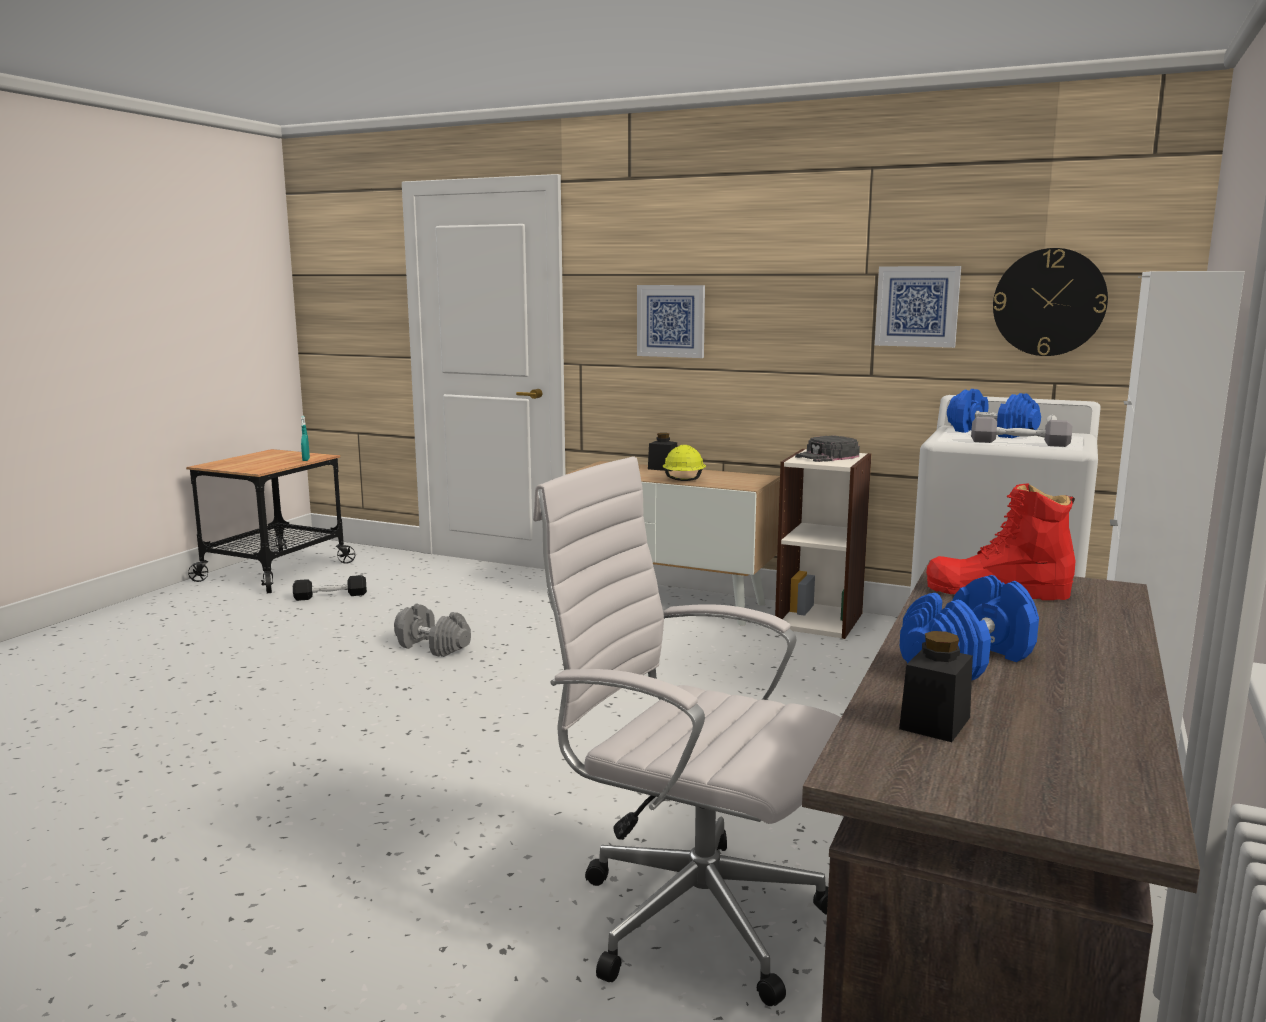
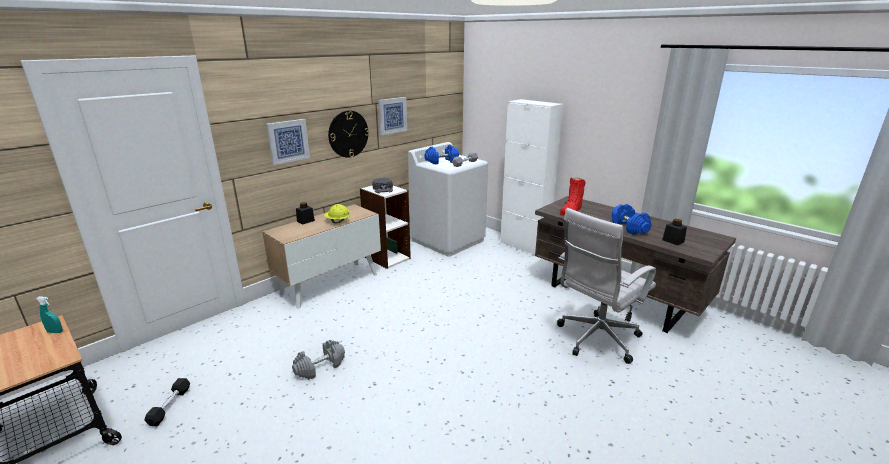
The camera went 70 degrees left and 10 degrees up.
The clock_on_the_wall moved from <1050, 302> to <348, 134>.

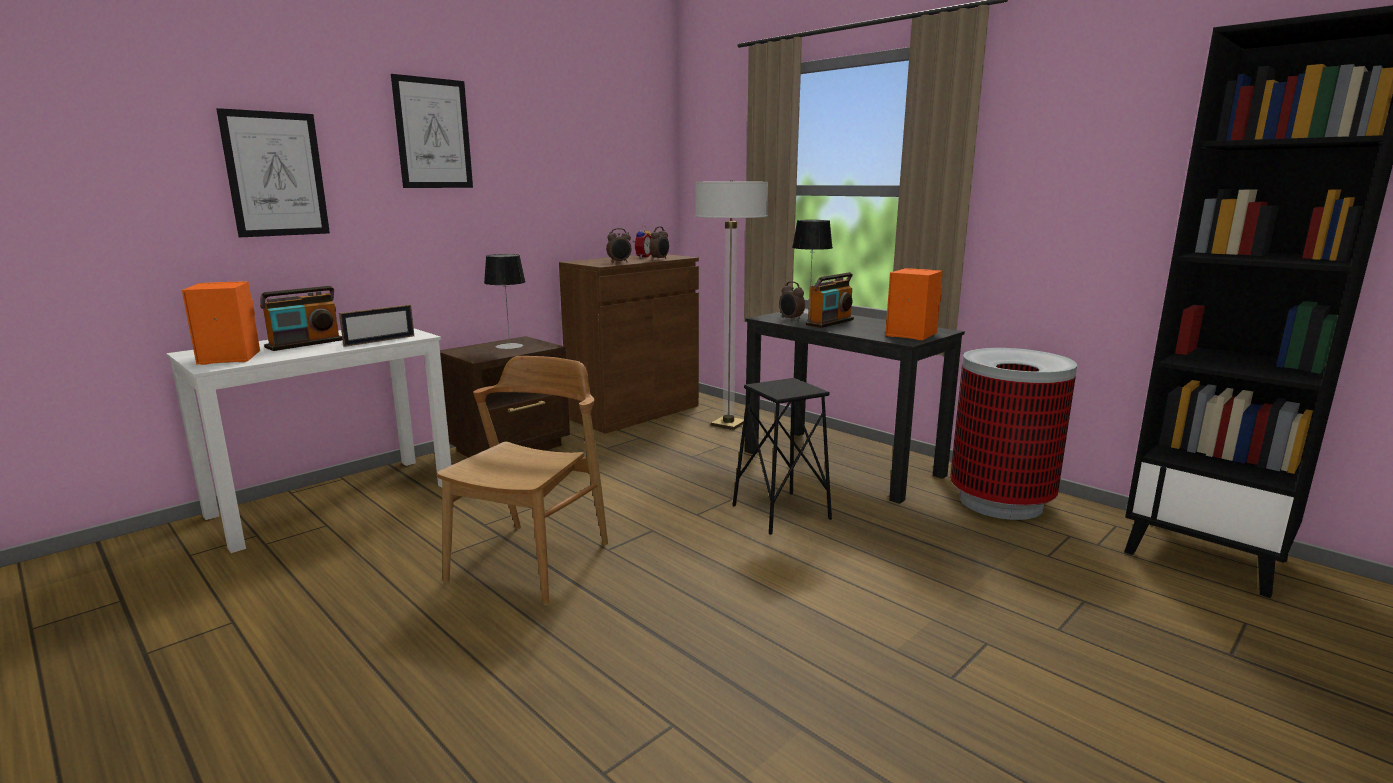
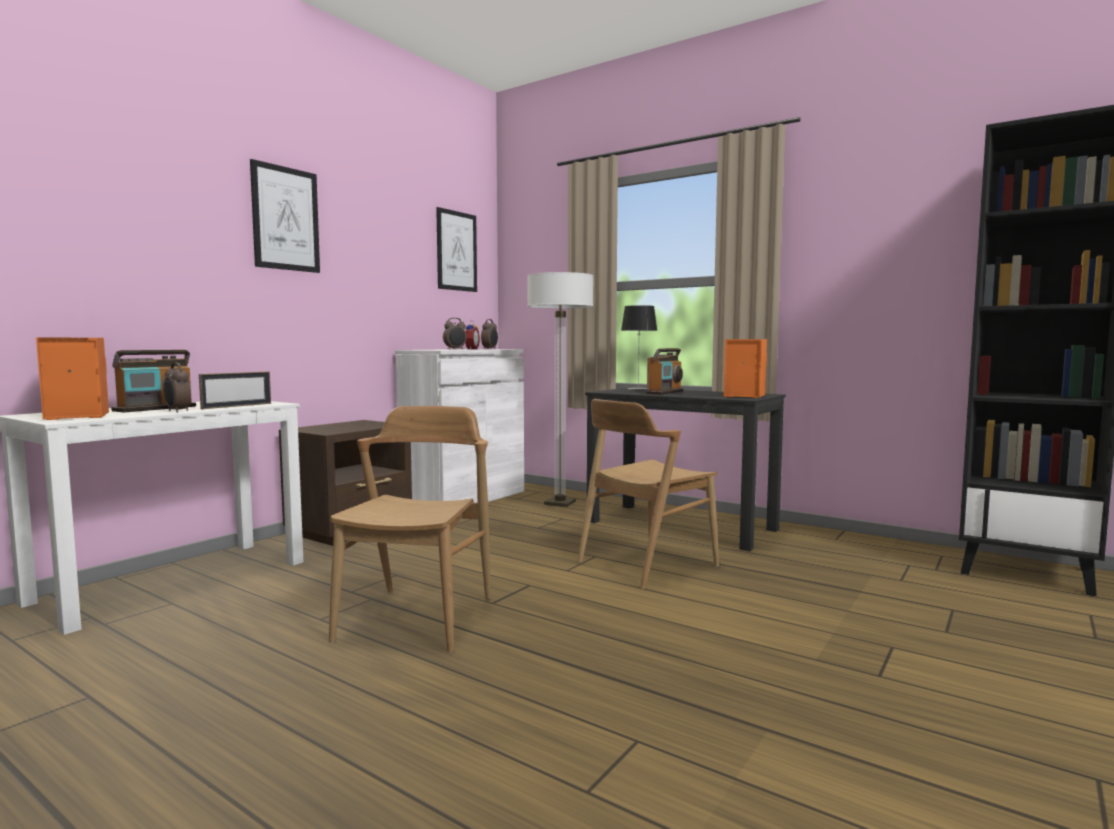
The camera went 10 degrees left and 10 degrees down.
The picture moved from <273, 172> to <456, 249>.
The lamp_for_a_table at <505, 301> disappeared.
The brownish_cabinet at <629, 344> became the whitish_cabinet at <459, 426>.
The bedside_clock moved from <792, 301> to <177, 388>.
The rubbish_bin at <1013, 434> disappeared.
The black_stool at <782, 456> was replaced by the brownish_upright_chair at <648, 494>.

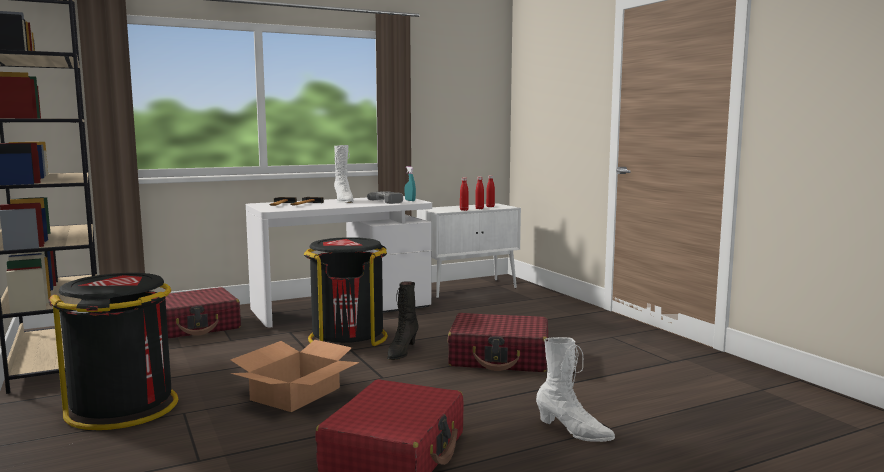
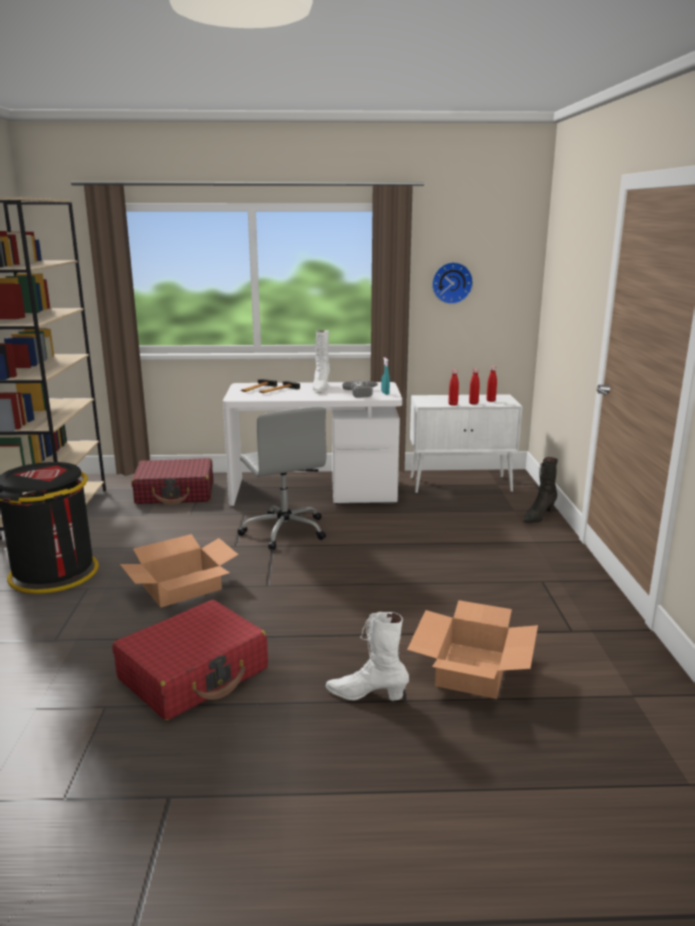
The camera went 25 degrees right and 10 degrees up.
The black_rubbish_bin at <346, 291> was replaced by the grey_desk_chair at <281, 478>.
The black_tall_boot moved from <403, 321> to <540, 490>.
The reddish_piece_of_luggage at <498, 342> disappeared.
The whitish_tall_boot at <575, 389> turned 135 degrees clockwise.
The clock_on_the_wall at <452, 283> appeared.
The carton at <472, 649> appeared.

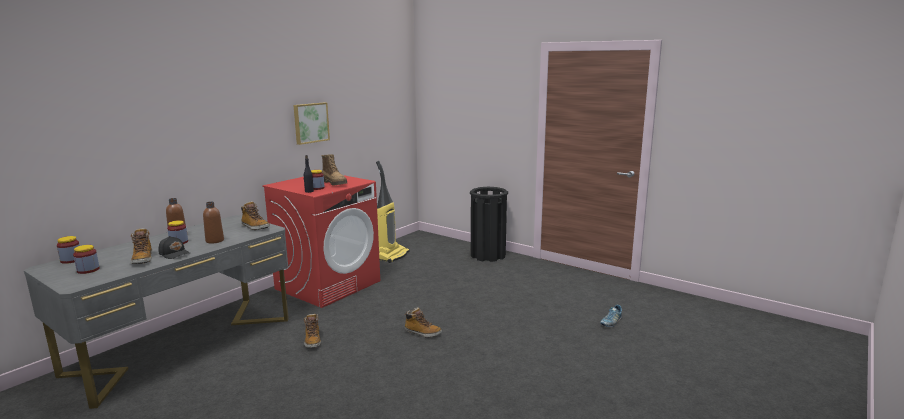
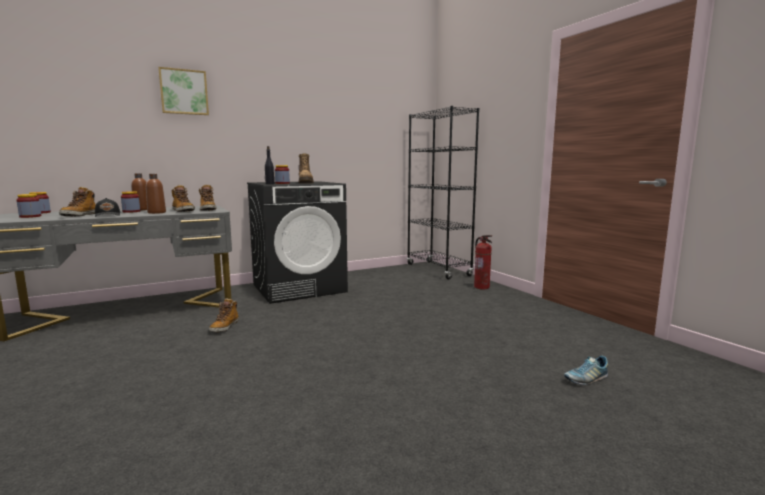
The camera went 25 degrees right and 5 degrees down.
The picture moved from <311, 123> to <183, 91>.
The vacuum at <392, 212> disappeared.
The reddish_washing_machine at <321, 241> became the black_washing_machine at <297, 242>.
The black_rubbish_bin at <489, 224> was replaced by the fire_extinguisher at <483, 262>.
The tall_boot moved from <423, 322> to <183, 198>.
The black_shelving_unit at <443, 192> appeared.

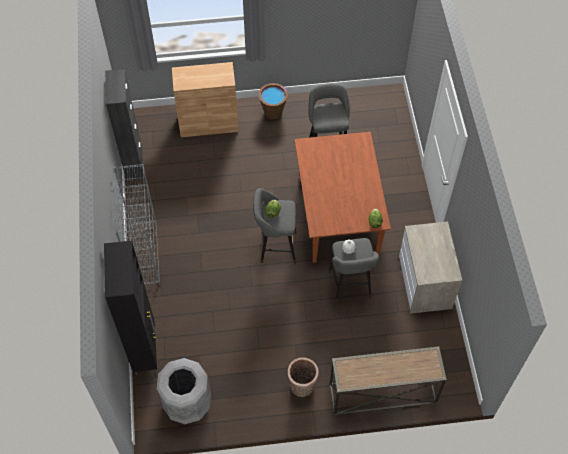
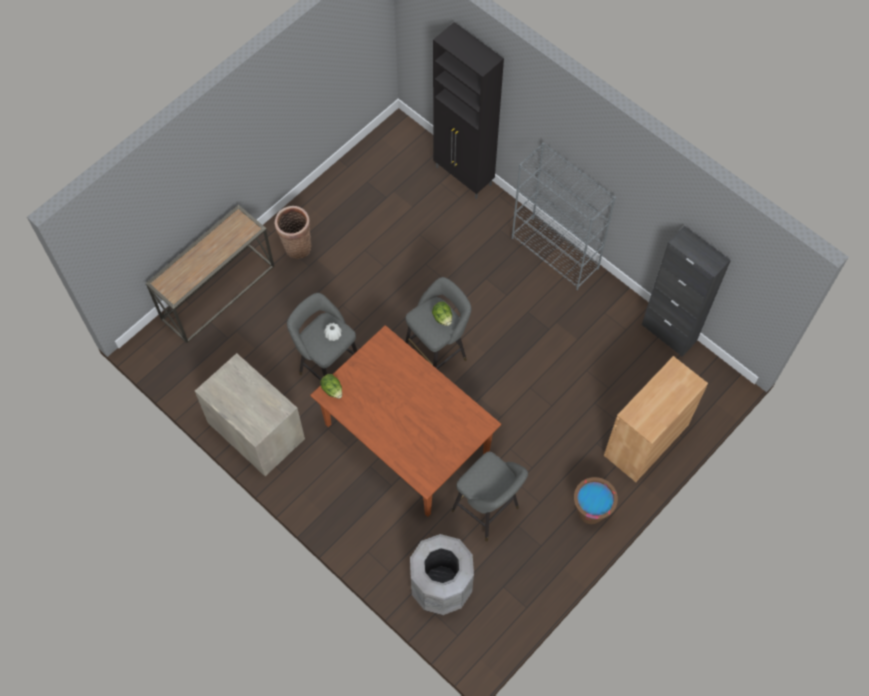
The camera went 140 degrees right and 5 degrees up.
The grey_rubbish_bin moved from <184, 391> to <442, 574>.

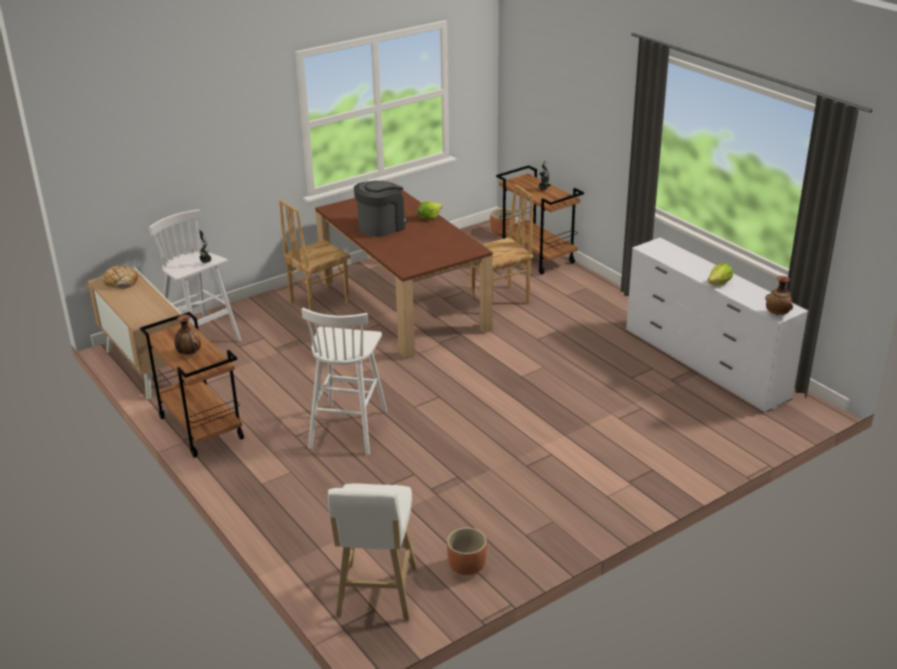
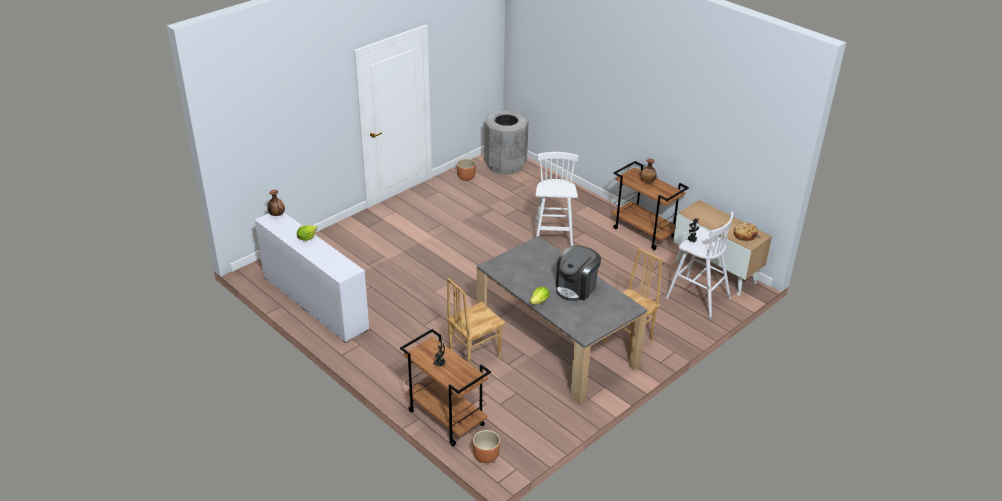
The camera went 170 degrees right and 5 degrees up.
The brownish_dinner_table at <404, 274> became the grey_dinner_table at <562, 320>.
The whitish_stool at <373, 552> was replaced by the grey_rubbish_bin at <506, 143>.

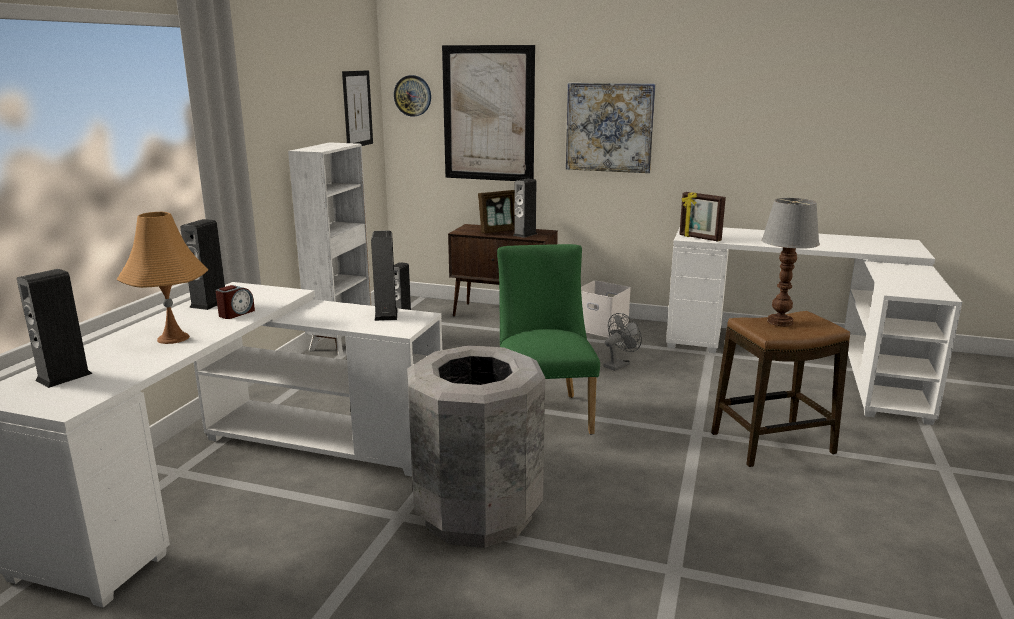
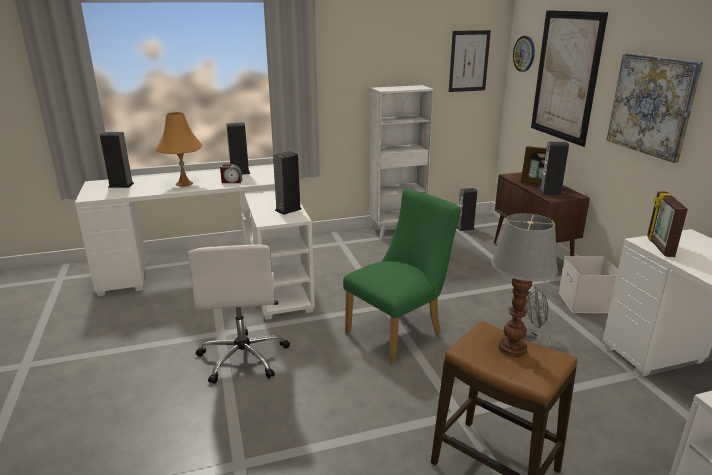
The camera went 55 degrees right and 5 degrees up.
The grey_rubbish_bin at <476, 446> was replaced by the whitish_desk_chair at <238, 314>.

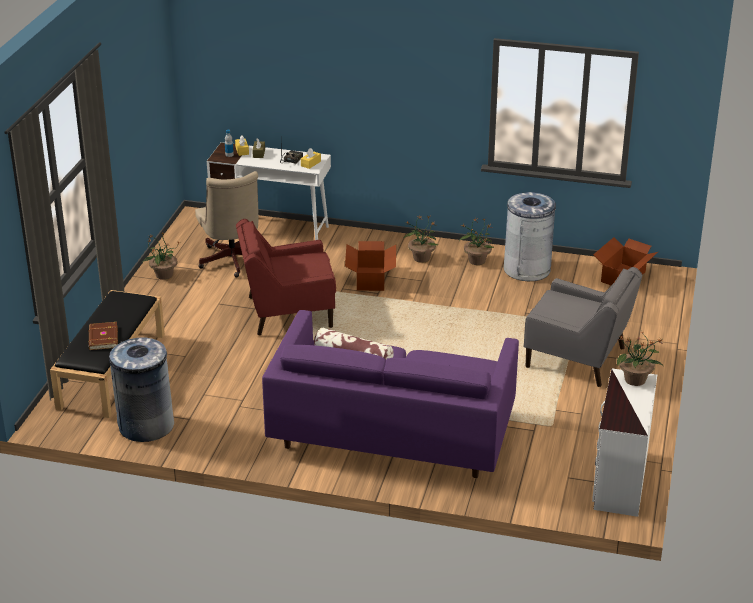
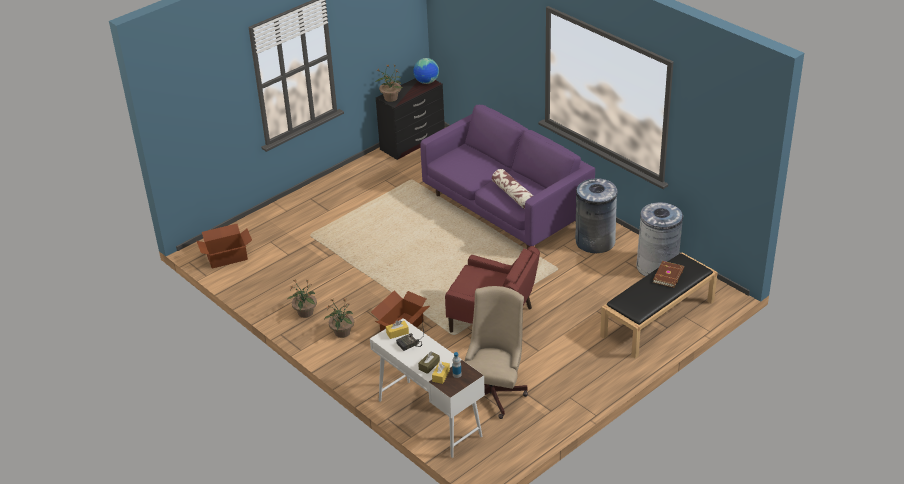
The camera went 145 degrees left and 5 degrees up.
The grey_rubbish_bin moved from <530, 236> to <596, 215>.
The potted_plant at <161, 256> disappeared.
The grey_easy_chair at <583, 327> disappeared.
The whitish_dresser at <624, 442> became the black_dresser at <410, 119>.
The world_globe at <426, 71> appeared.

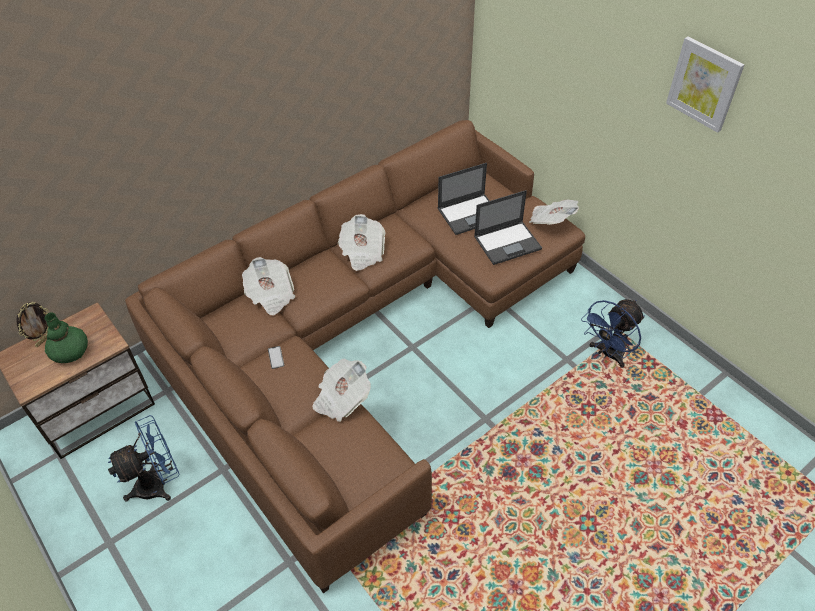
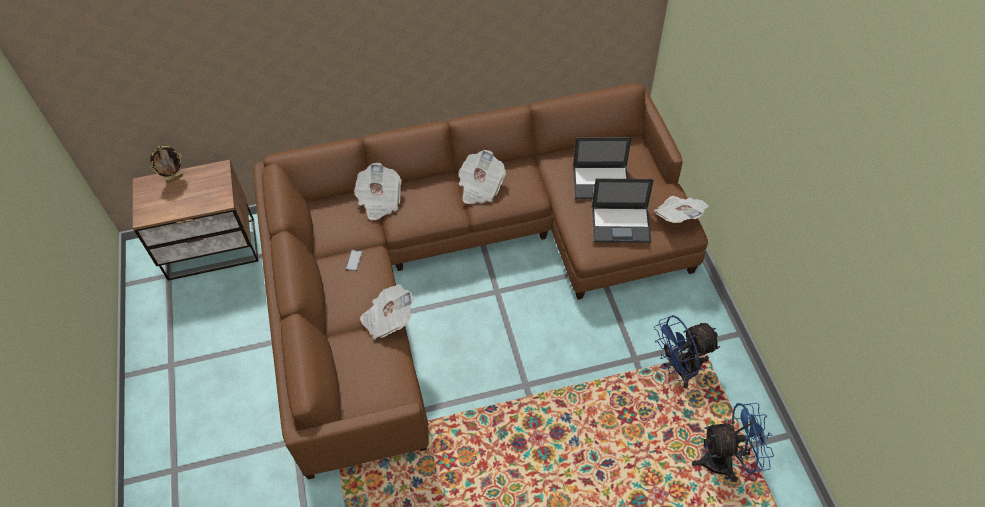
The camera went 25 degrees right and 5 degrees up.
The picture at <705, 84> disappeared.
The green_vase at <66, 337> disappeared.
The bluish_fan moved from <144, 458> to <733, 442>.

